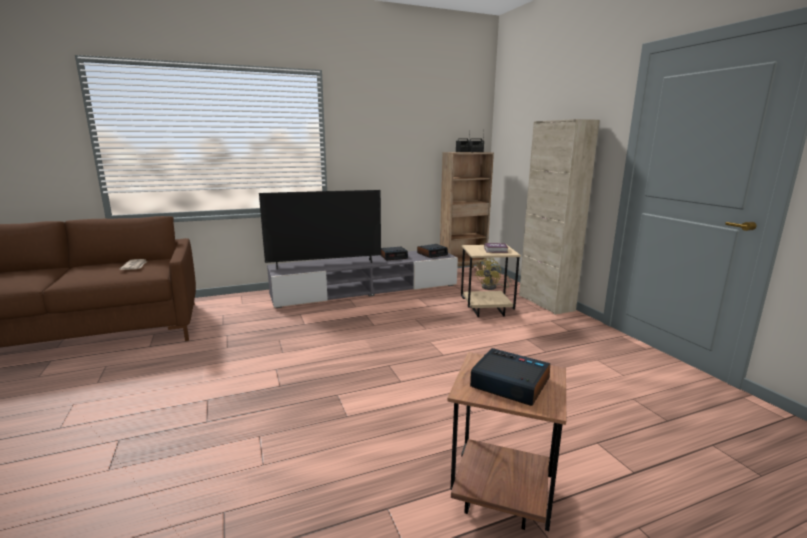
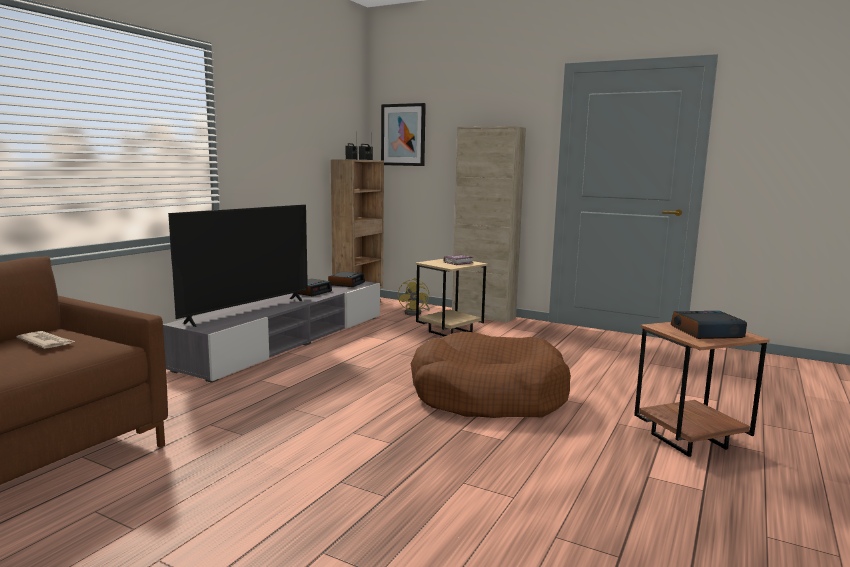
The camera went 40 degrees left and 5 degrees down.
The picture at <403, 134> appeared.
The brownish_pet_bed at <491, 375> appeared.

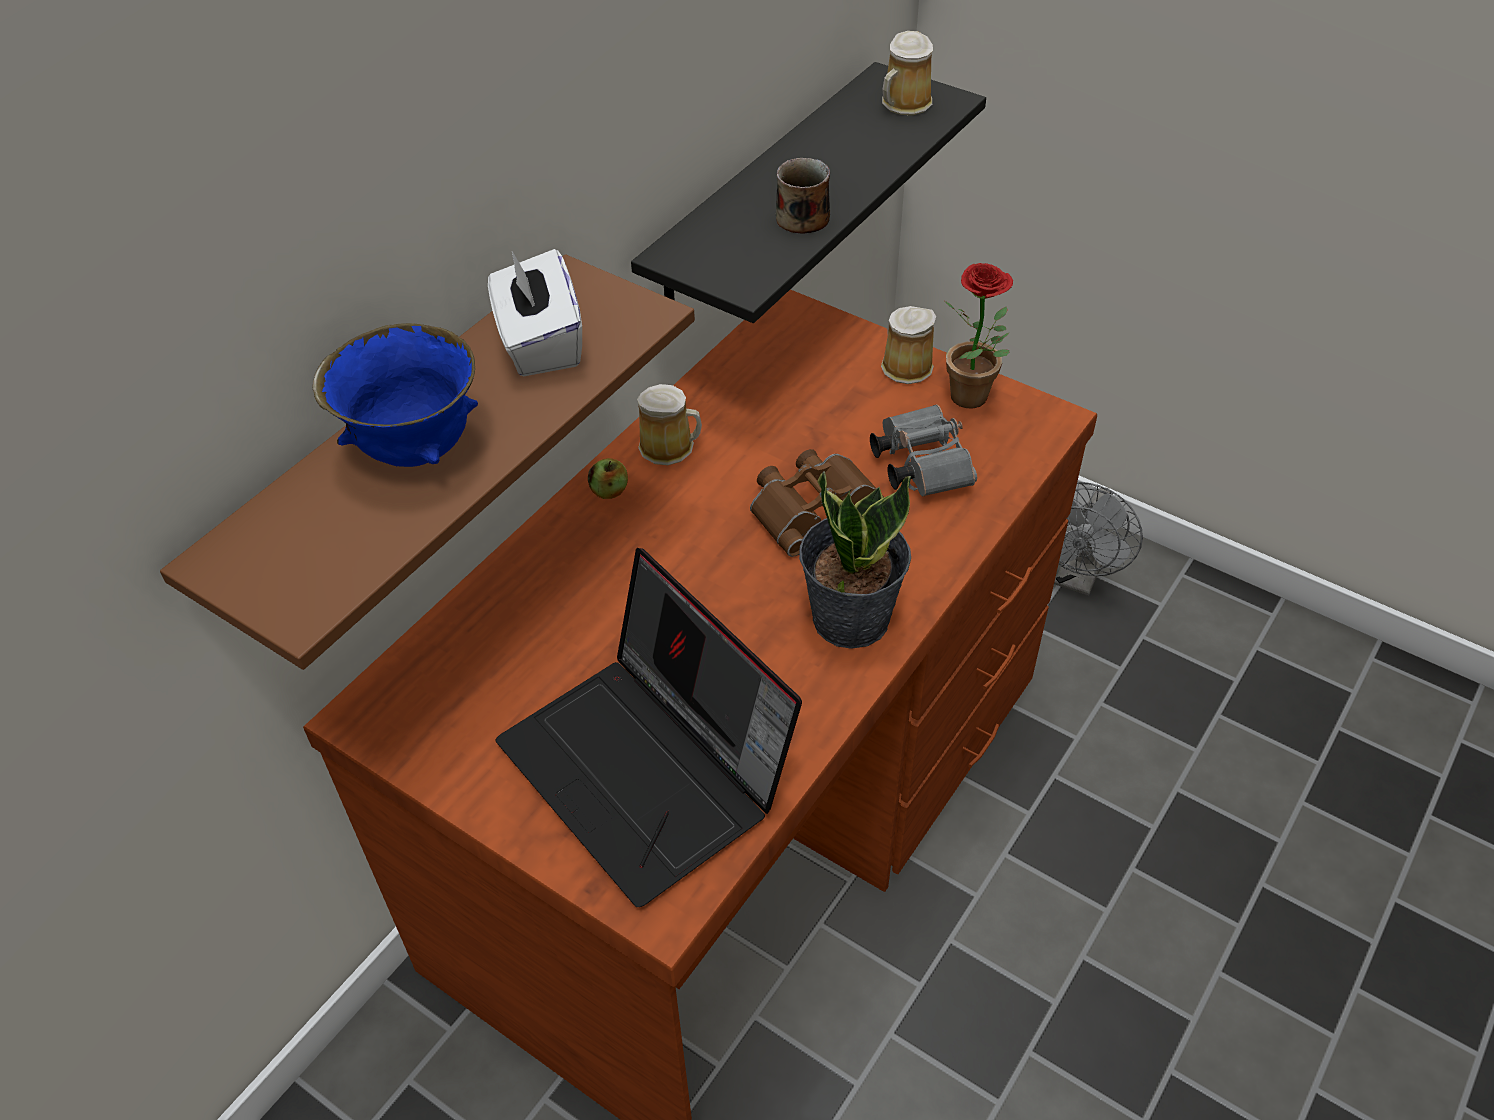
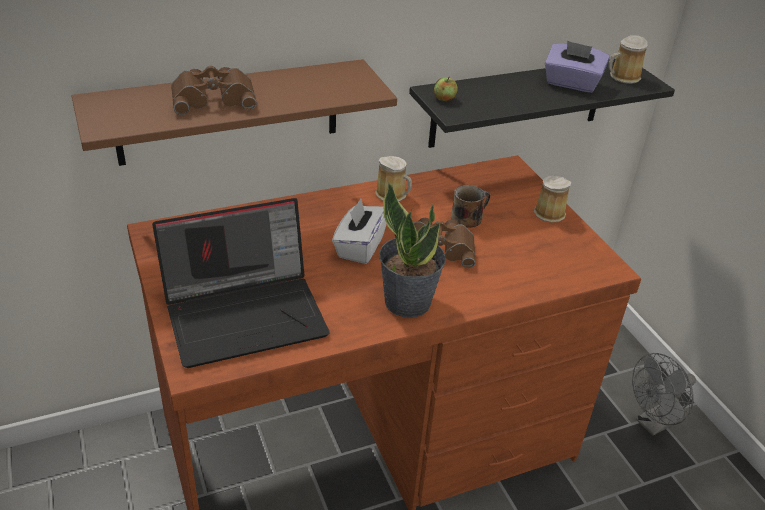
The camera went 30 degrees right and 10 degrees down.
The mug moved from <803, 196> to <470, 206>.
The whitish_tissue_holder moved from <535, 313> to <359, 231>.
The potted_plant at <978, 335> disappeared.
The bluish_bowl at <395, 395> was replaced by the brownish_binoculars at <214, 90>.
The grey_binoculars at <923, 450> disappeared.
The whole_apple moved from <608, 478> to <446, 89>.
The portable_computer at <648, 727> turned 105 degrees counterclockwise.
The purple_tissue_holder at <577, 67> appeared.

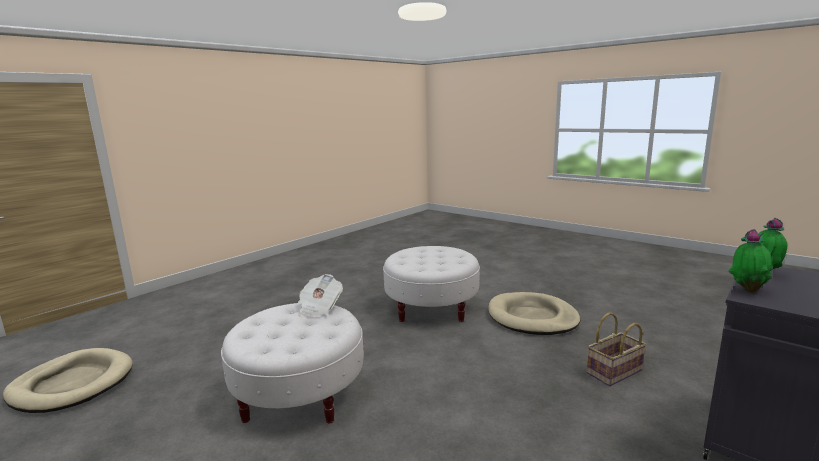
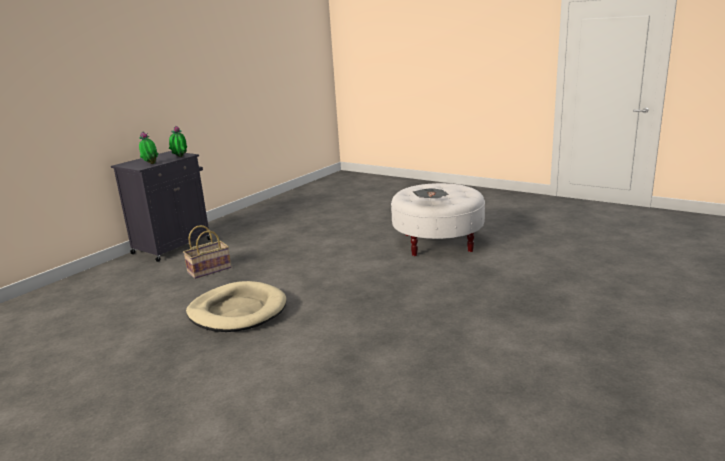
The camera went 175 degrees right and 5 degrees up.
The whitish_footrest at <431, 284> disappeared.
The sand-coloured_pet_bed at <68, 380> disappeared.

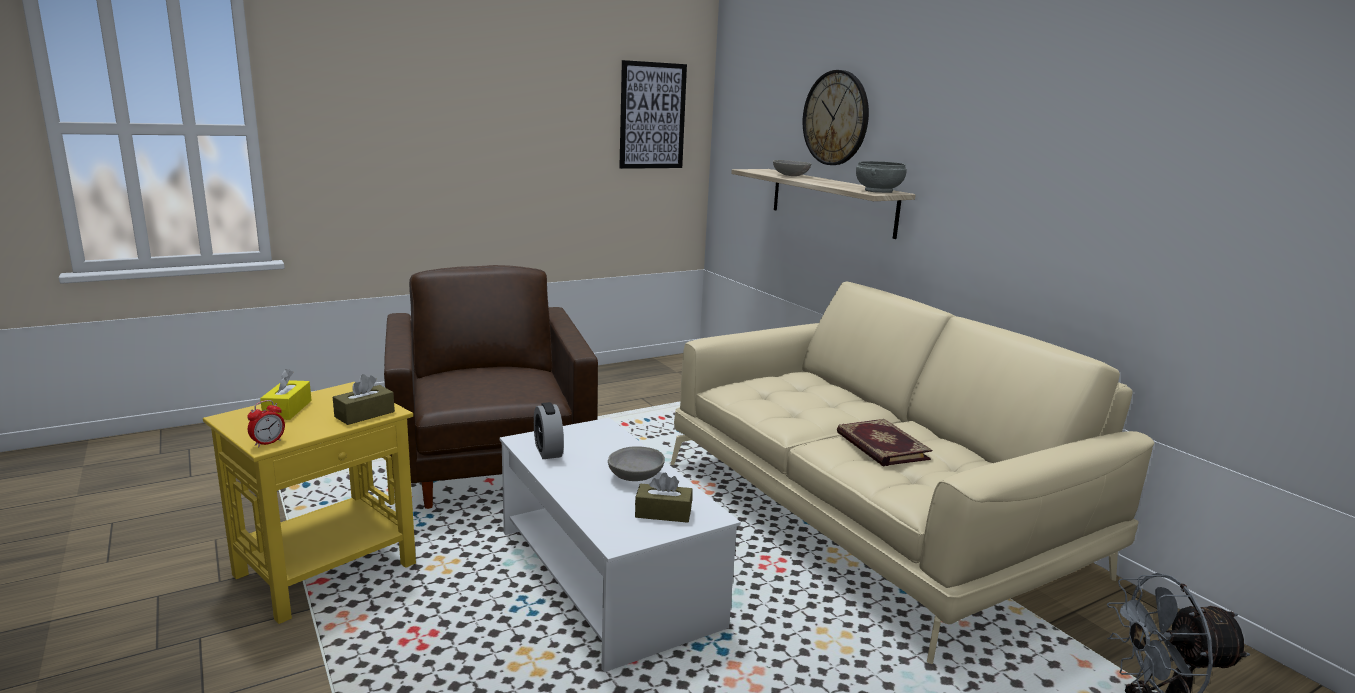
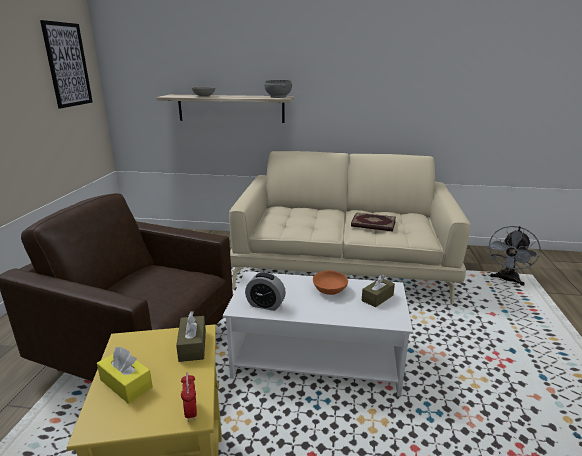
The camera went 50 degrees left and 5 degrees up.
The clock_on_the_wall at <836, 117> disappeared.
The grey_bowl at <636, 463> became the orange_bowl at <330, 282>.

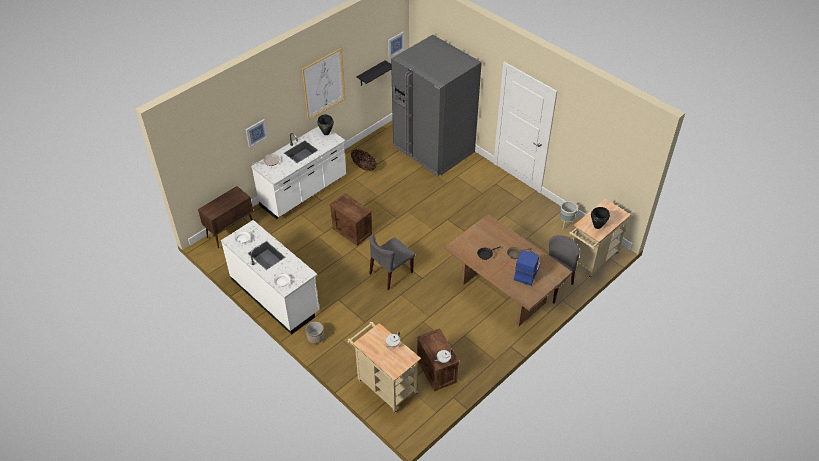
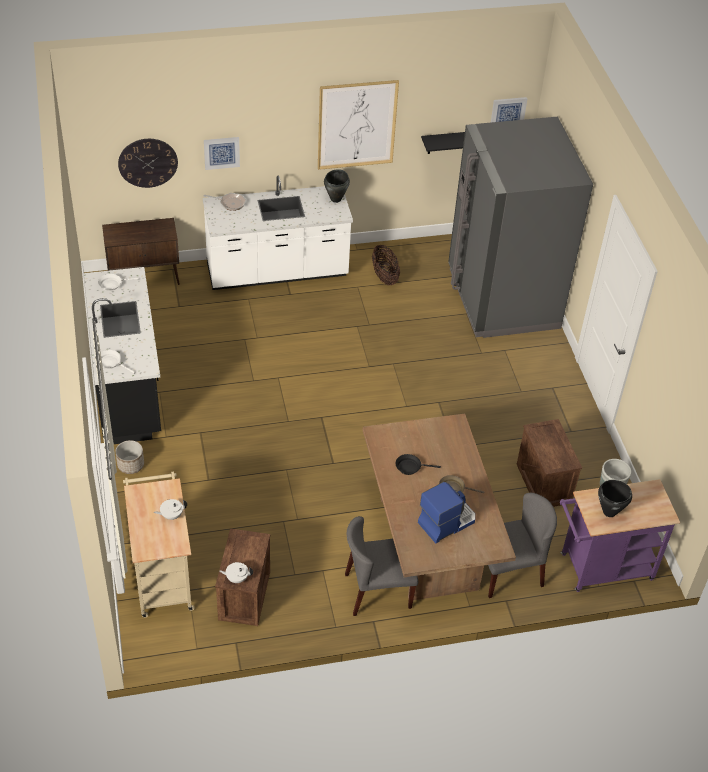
The camera went 30 degrees right and 0 degrees up.
The shipping_crate moved from <350, 219> to <549, 463>.
The sand-coloured_wheeled_cart at <600, 238> became the purple_wheeled_cart at <620, 535>.
The whitish_counter at <270, 277> became the black_counter at <122, 355>.
The grey_upright_chair moved from <392, 262> to <381, 566>.
The clock_on_the_wall at <148, 163> appeared.

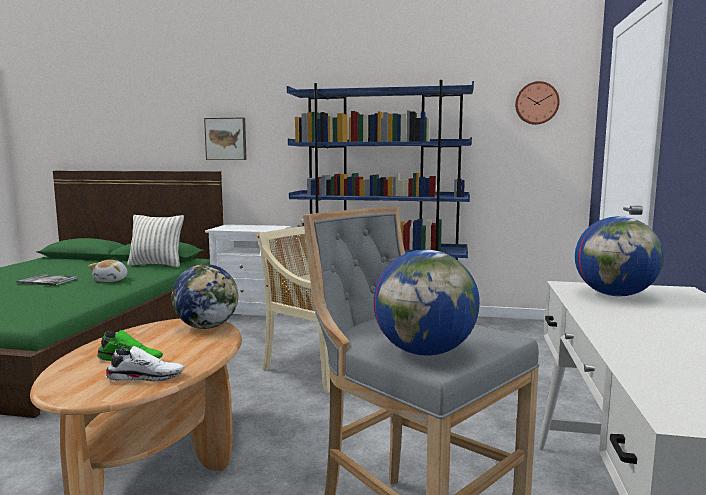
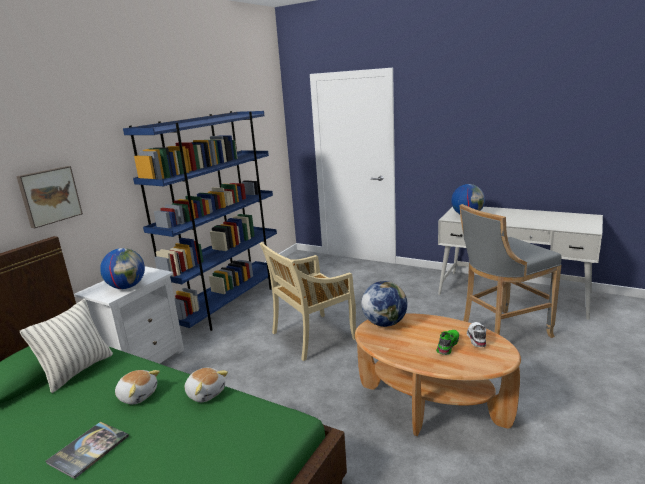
The camera went 70 degrees left and 10 degrees up.
The clock_on_the_wall at <537, 103> disappeared.
The world_globe moved from <426, 303> to <122, 268>.
The soft_toy at <206, 385> appeared.

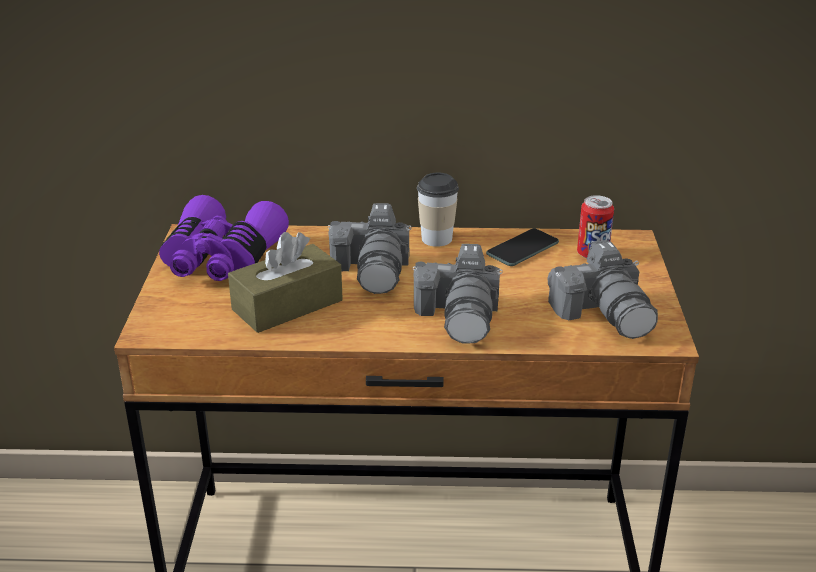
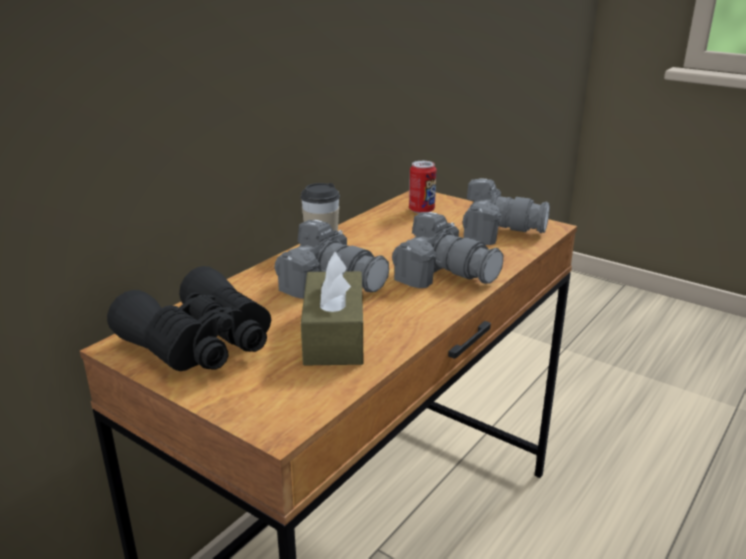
The camera went 55 degrees left and 5 degrees down.
The purple_binoculars at <224, 238> became the black_binoculars at <189, 318>.
The telephone at <522, 247> disappeared.

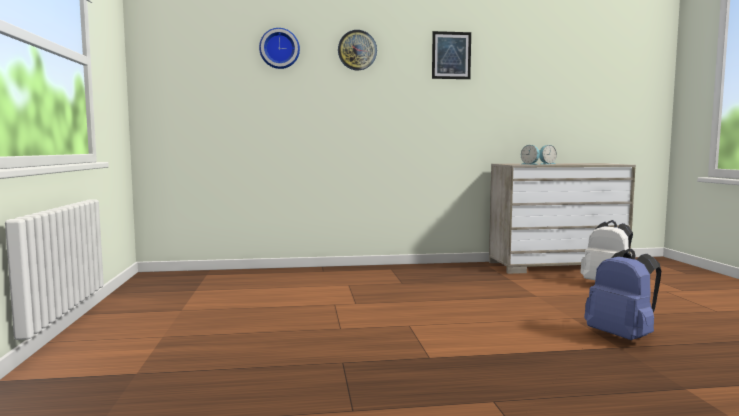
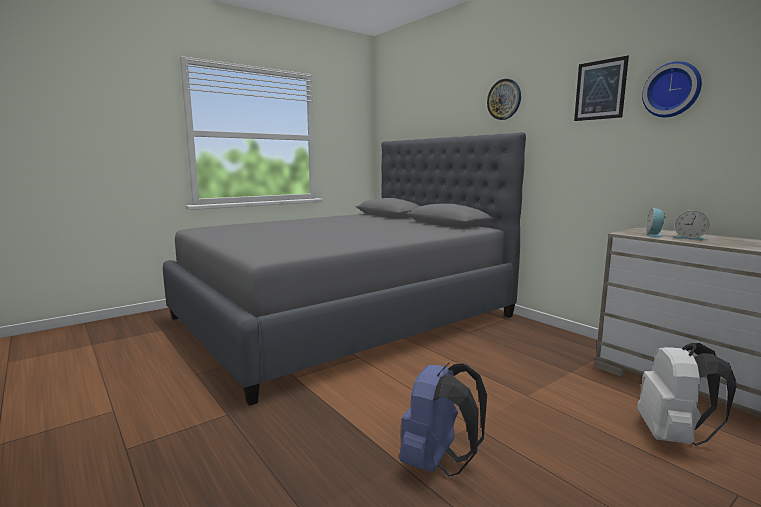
The camera went 60 degrees right and 5 degrees up.
The clock_on_the_wall moved from <279, 48> to <672, 89>.
The grey_bedroom_bed at <344, 268> appeared.

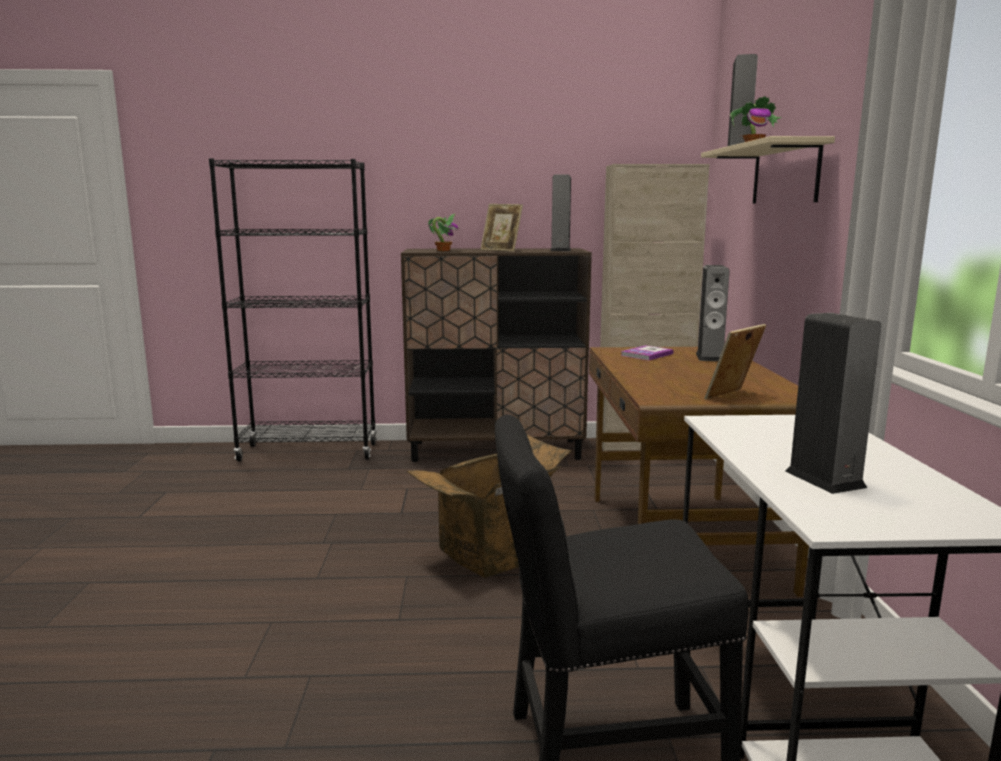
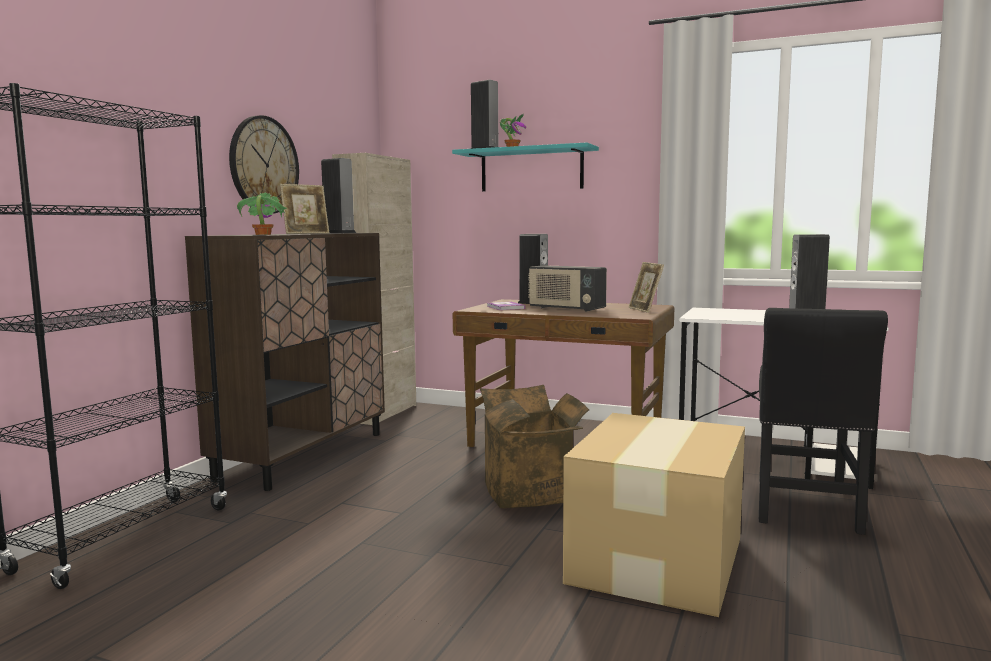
The camera went 65 degrees left and 5 degrees down.
The sand-coloured_wall_shelf at <768, 169> became the blue-green_wall_shelf at <525, 166>.
The clock_on_the_wall at <264, 164> appeared.
The radio_receiver at <567, 288> appeared.
The carton at <654, 515> appeared.

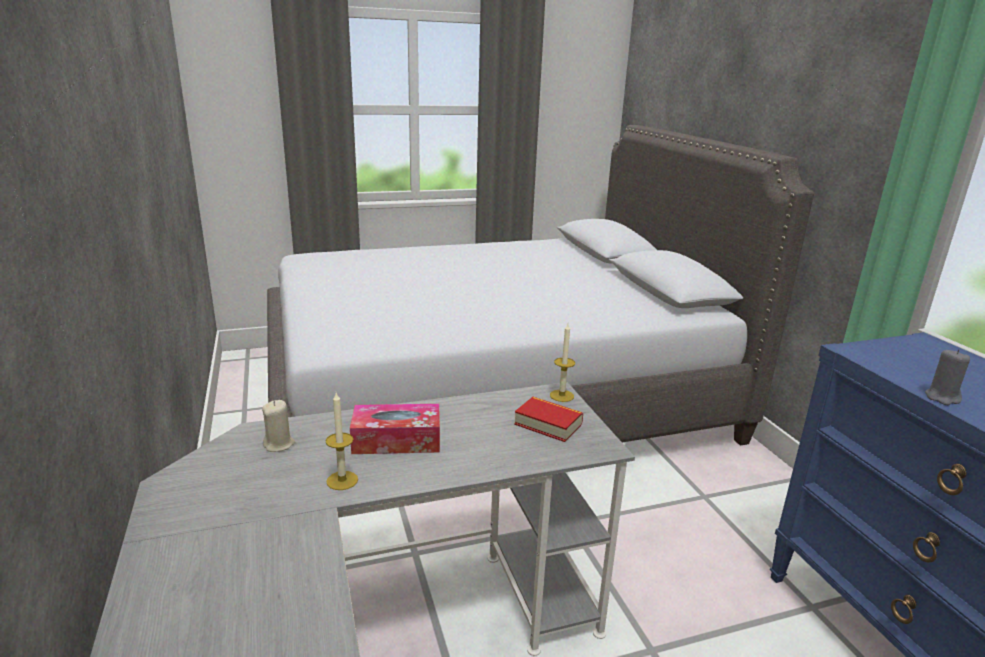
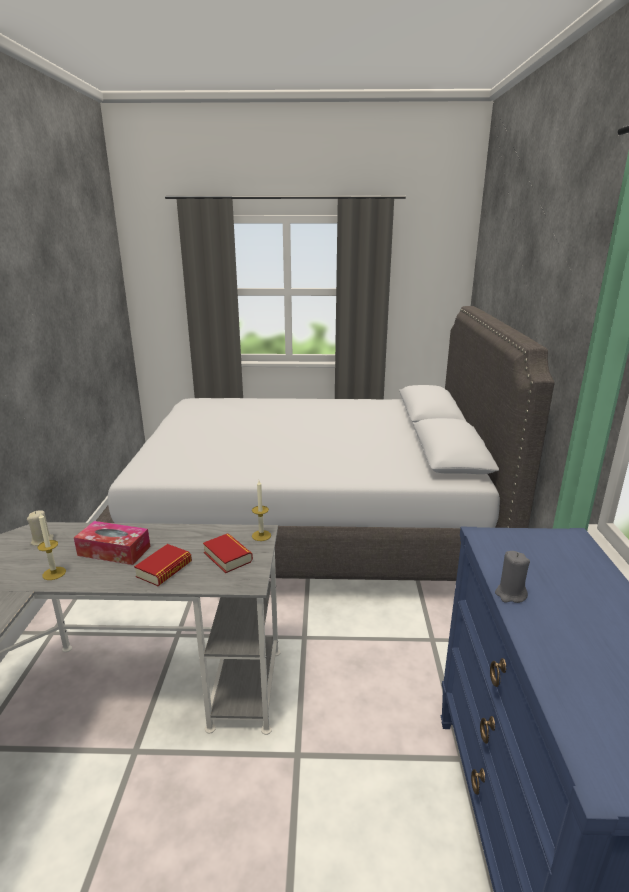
The camera went 20 degrees right and 0 degrees up.
The bound_book at <163, 565> appeared.

